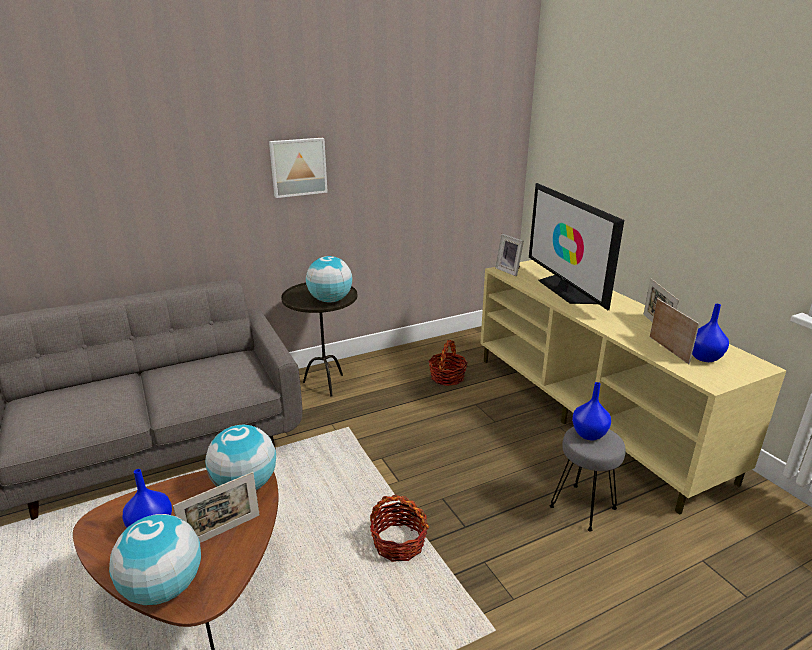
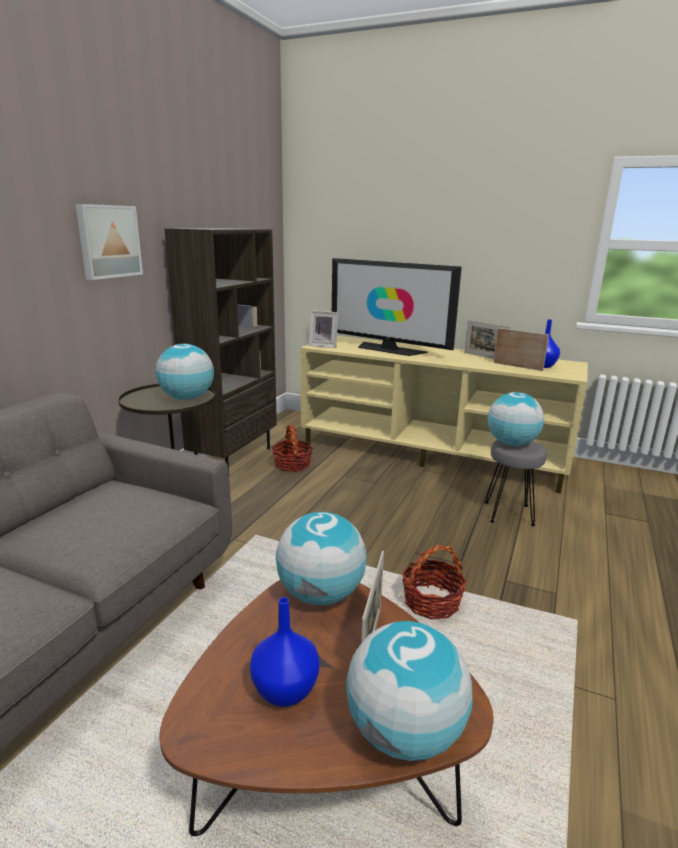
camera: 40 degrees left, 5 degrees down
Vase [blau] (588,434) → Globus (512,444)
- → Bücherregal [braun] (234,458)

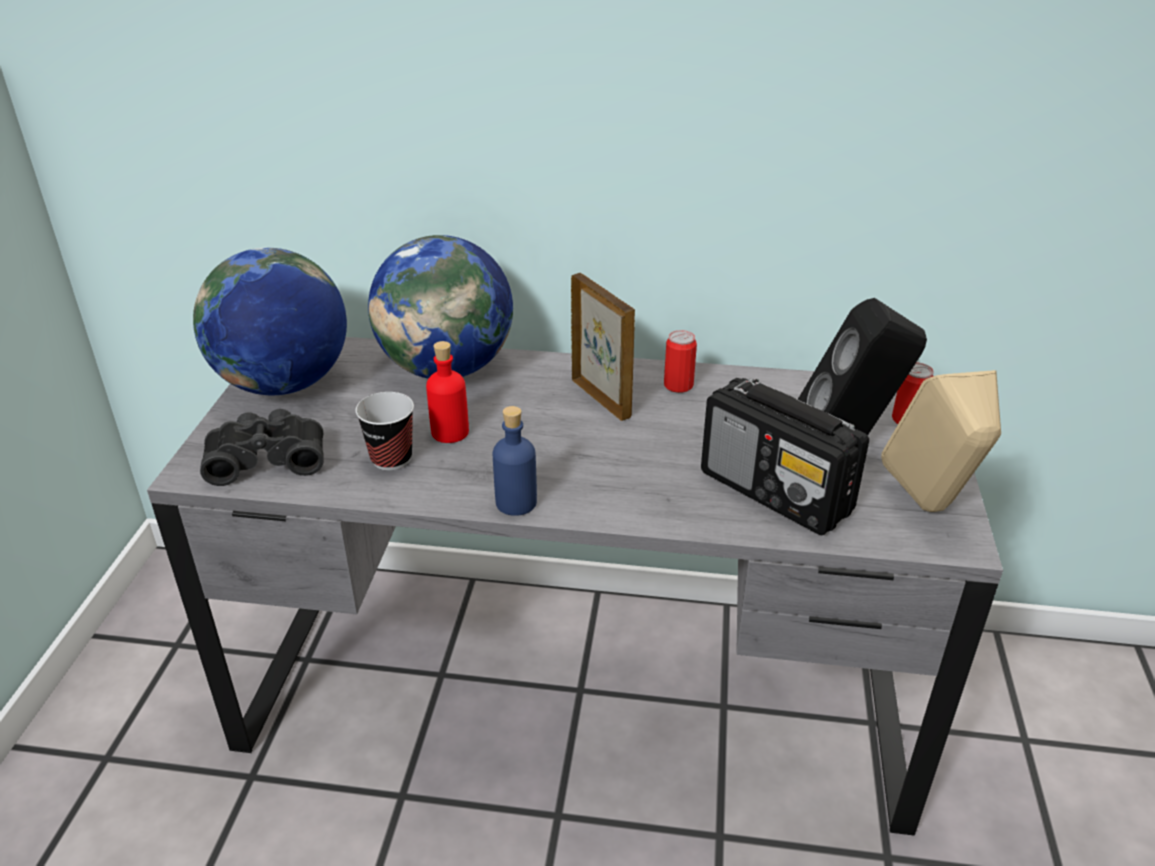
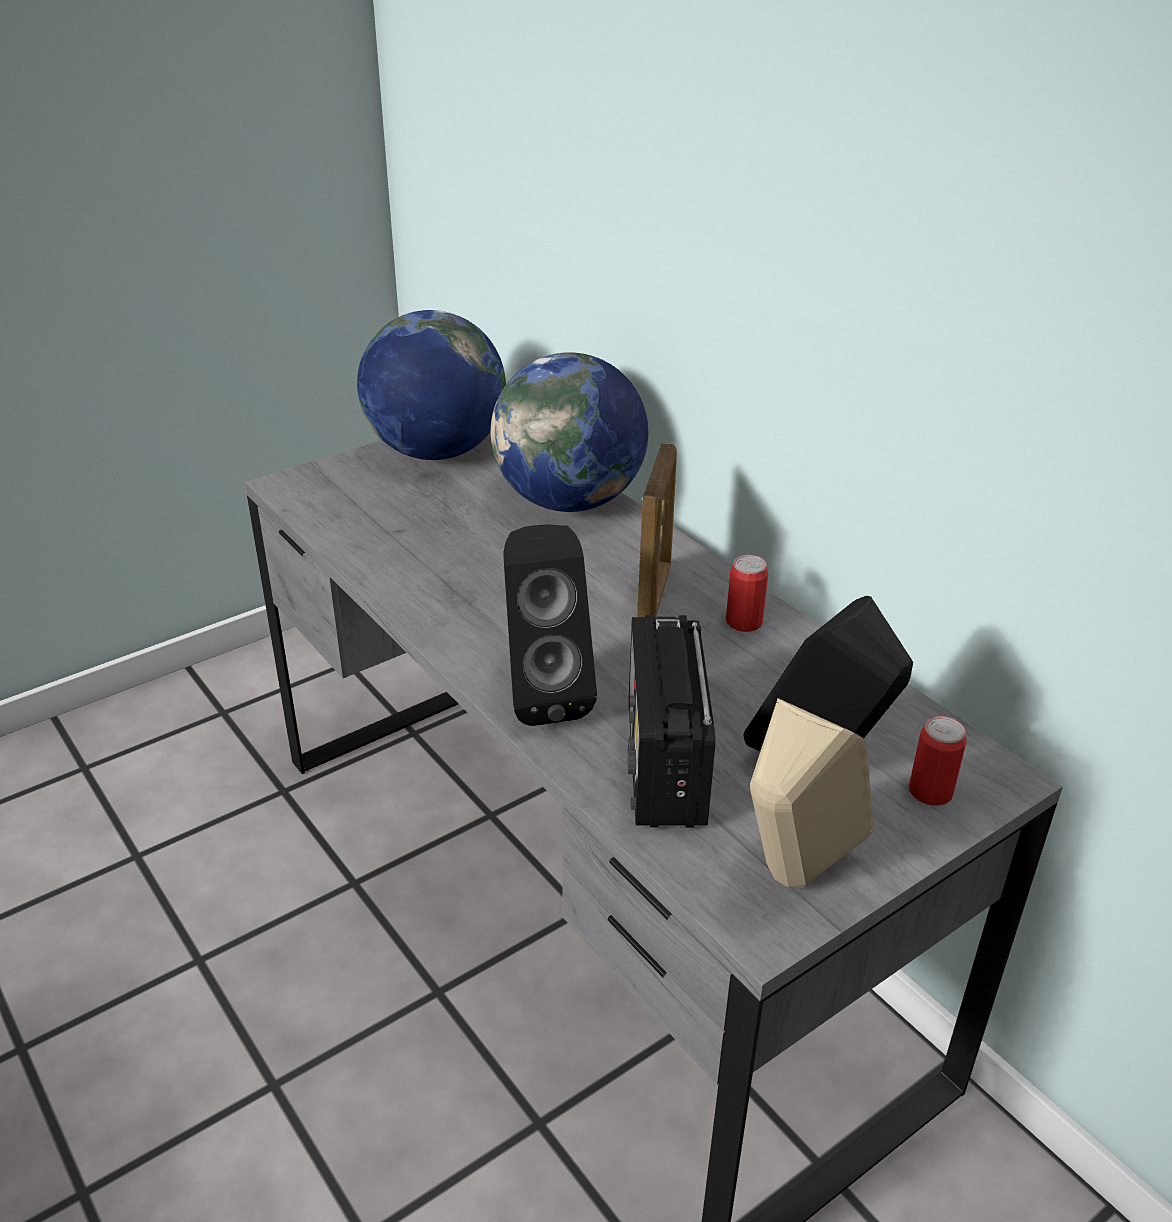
camera: 45 degrees right, 0 degrees up
Flasche [rot] (450,432) → -
Tasse (391,459) → -
Flasche [blau] (516,502) → -
Fernglas [schwarz] (267,458) → -
- → Lautsprecher [schwarz] (543,694)

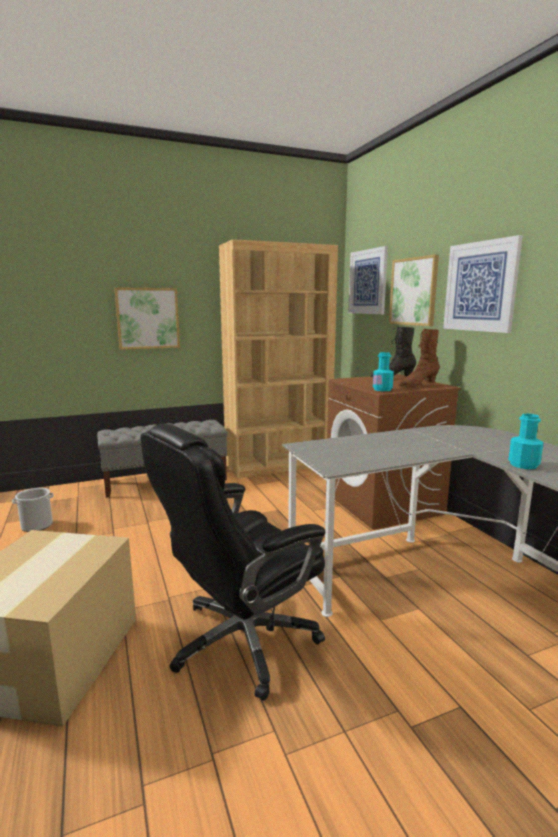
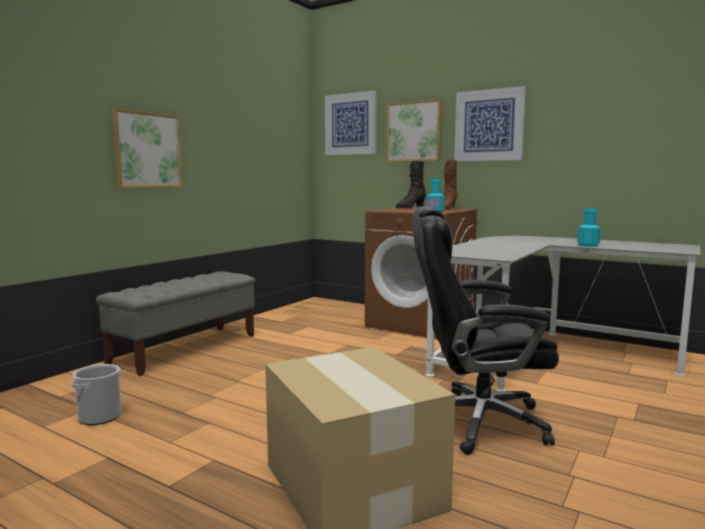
camera: 35 degrees left, 5 degrees down
Bücherregal [braun] (278,464) → -
Bürostuhl [schwarz] (241,641) → Bürostuhl [schwarz] (476,421), 75 degrees clockwise

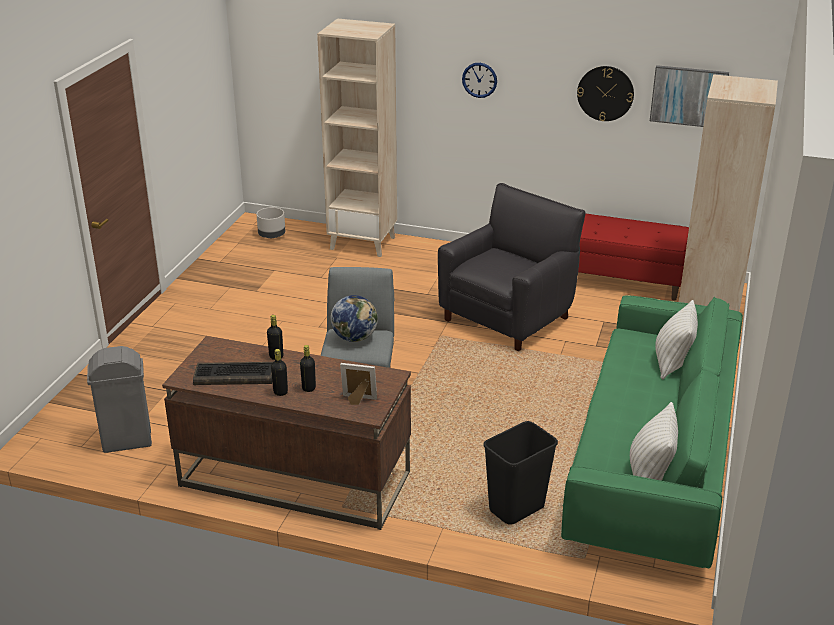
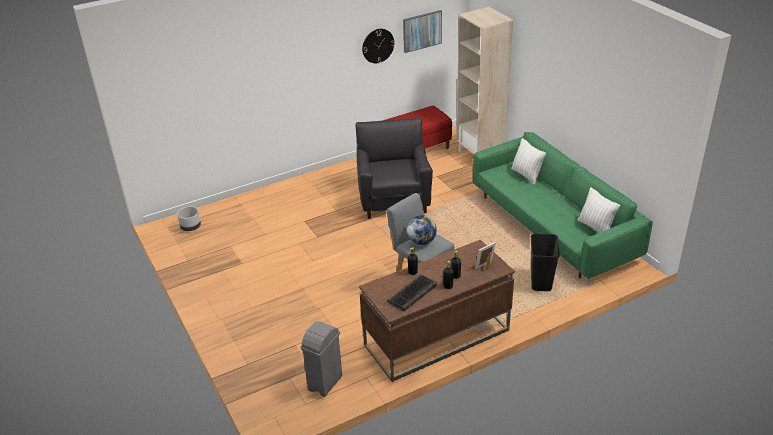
camera: 45 degrees left, 5 degrees up
Bücherregal [beige] (363,243) → -
Wanduhr (479,80) → -

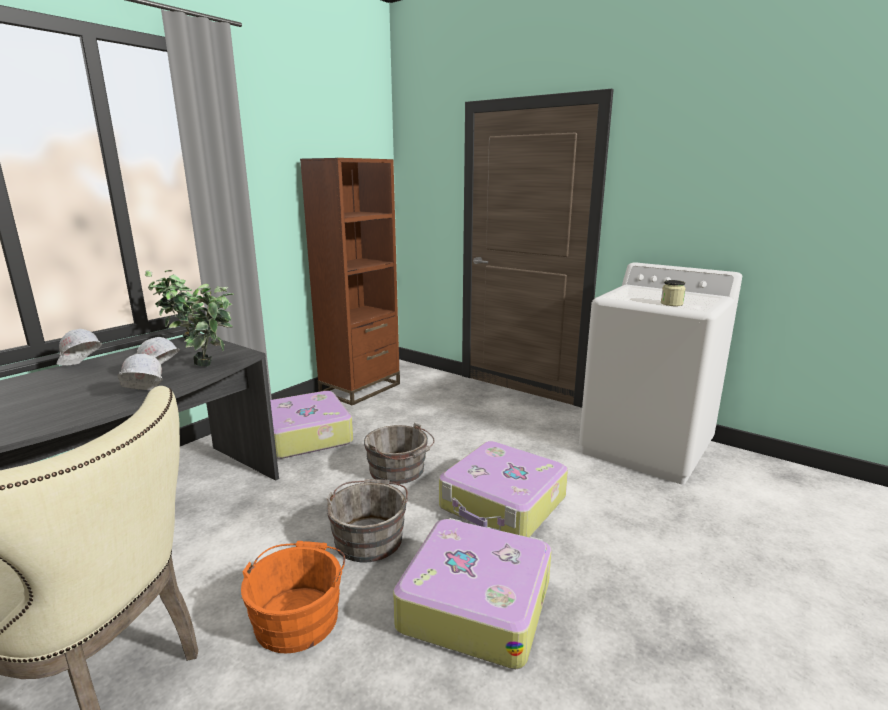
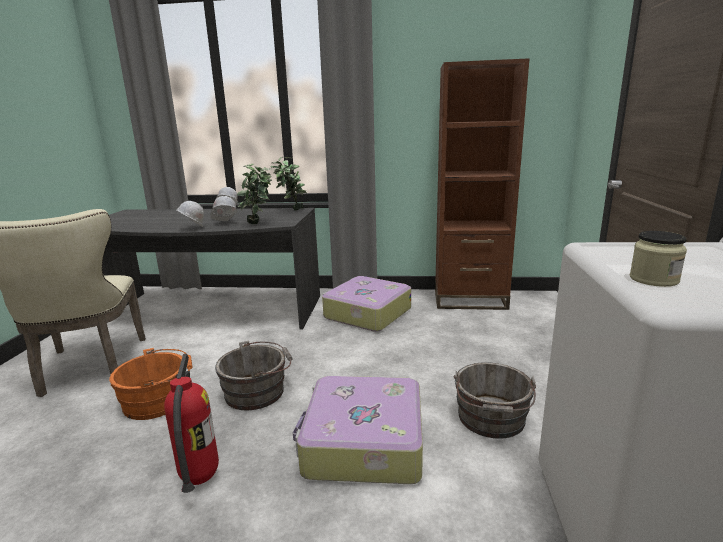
camera: 60 degrees right, 0 degrees up
Eimer [grau] (399,471) → Eimer [grau] (491,420), moved
Koffer (475,603) → Feuerlöscher (199,478)

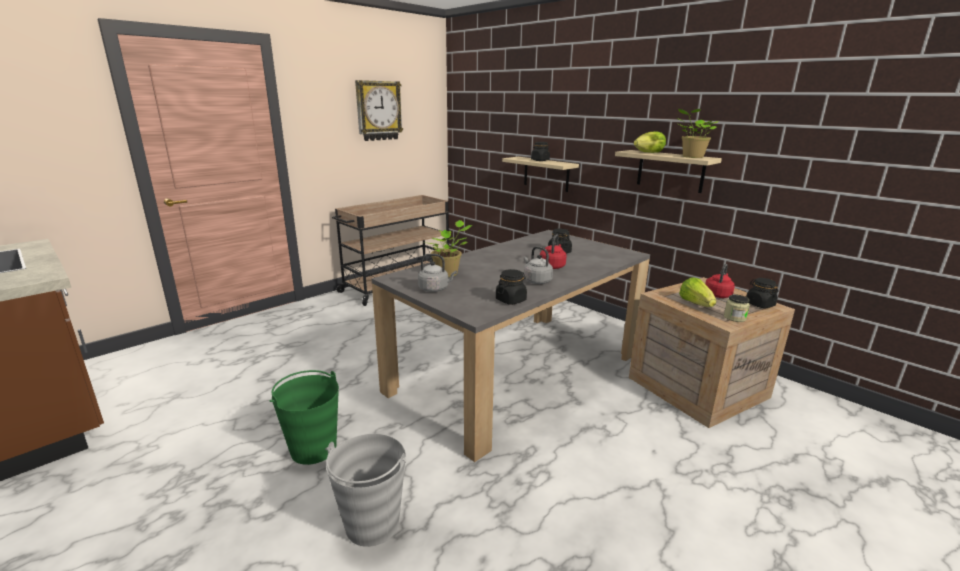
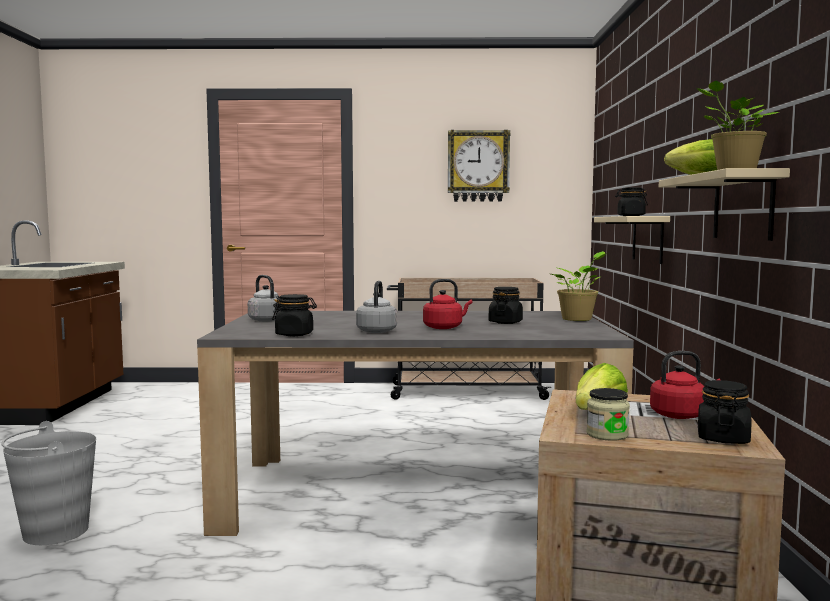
camera: 45 degrees right, 15 degrees down
Topfpflanze (448,273) → Topfpflanze (579,319), moved
Eimer [grün] (313,448) → -

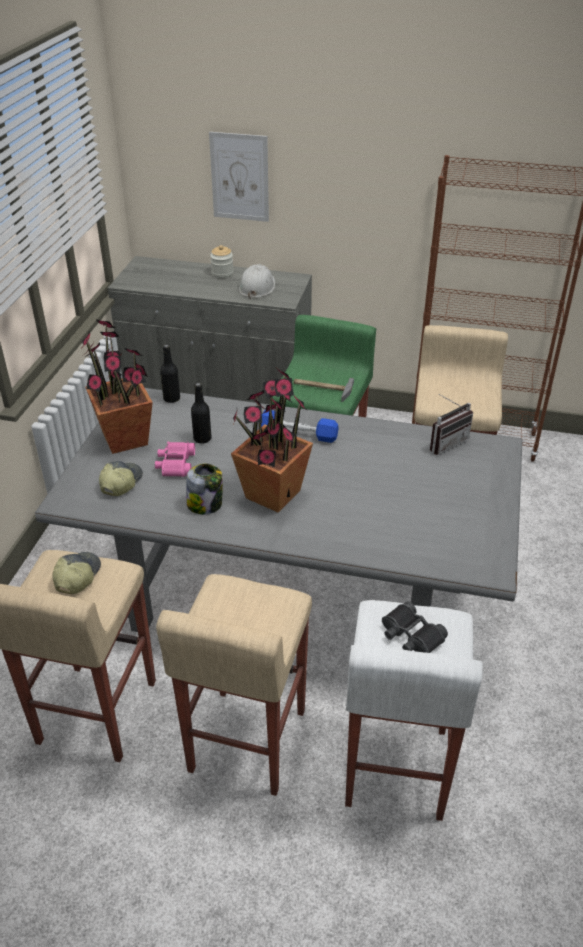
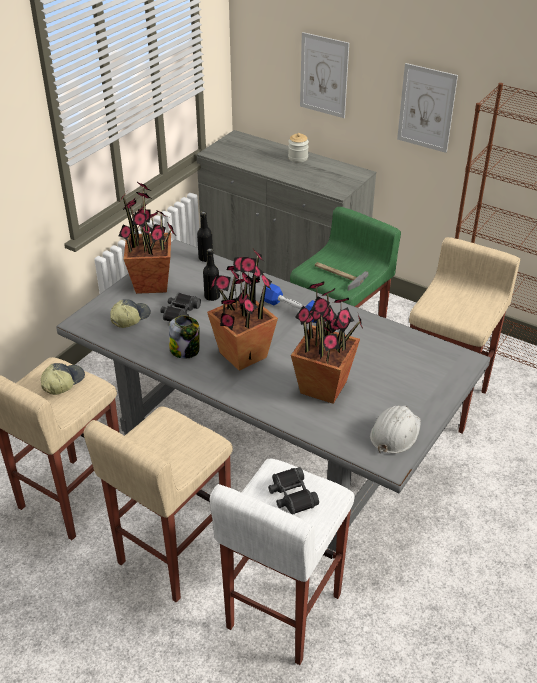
camera: 20 degrees right, 0 degrees up
Schutzhelm [weiß] (257,287) → Schutzhelm [weiß] (395,433), moved
Radio (445,442) → -
Fernglas [rosa] (175,464) → Fernglas [schwarz] (179,313)
- → Bild (426,108)
- → Topfpflanze (324,387)

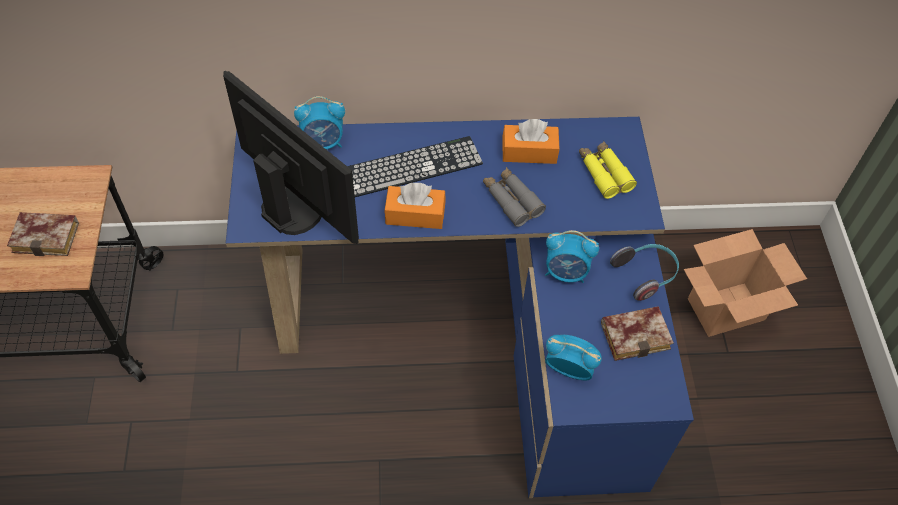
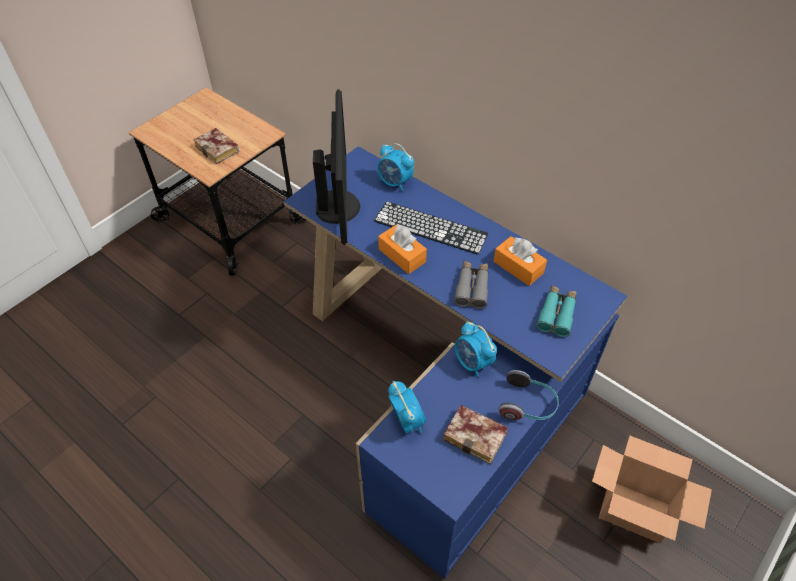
camera: 45 degrees right, 5 degrees down
Fernglas [gelb] (604,173) → Fernglas [türkis] (557,314)

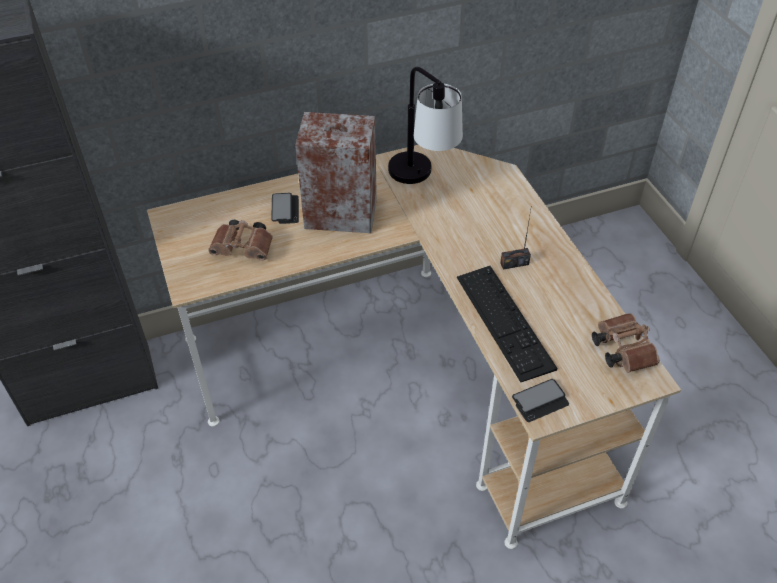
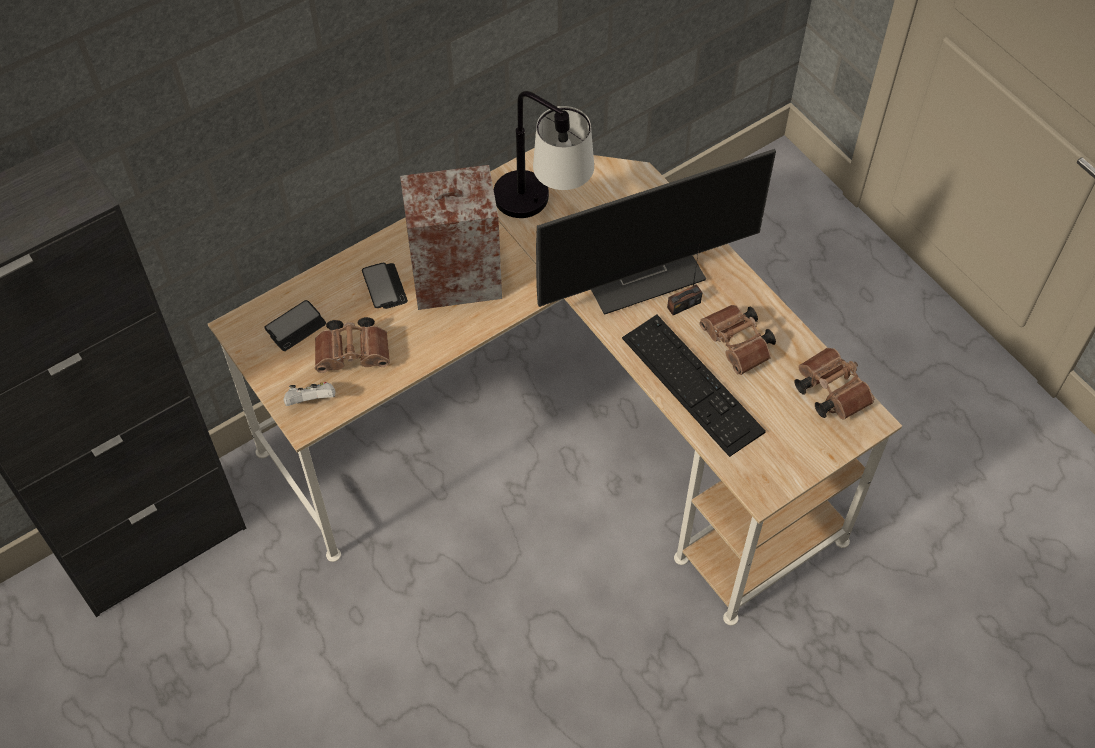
camera: 15 degrees left, 10 degrees up
Handy (540,401) → Handy (295,326), moved
- → Monitor (642,271)
- → Fernglas [braun] (738,346)
- → Gamepad [weiß] (311,401)

